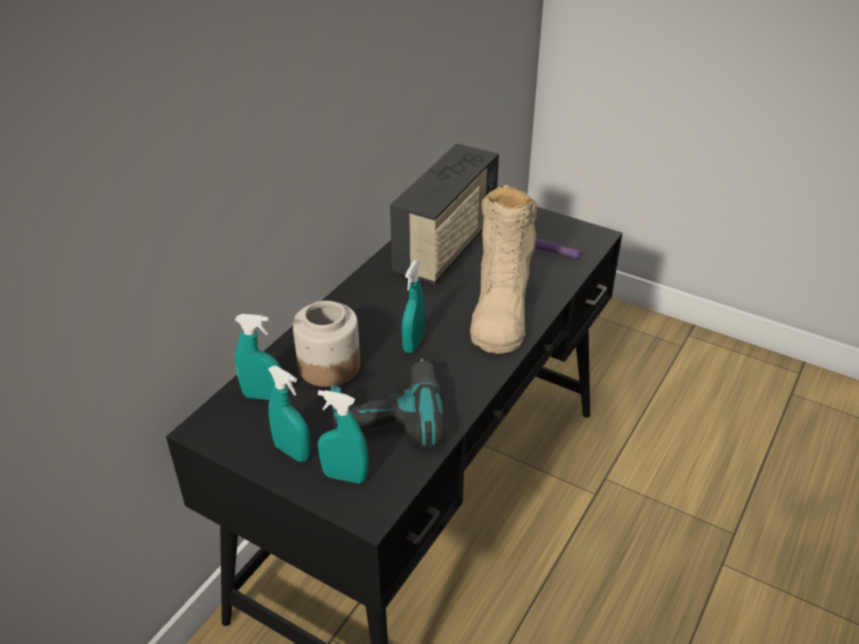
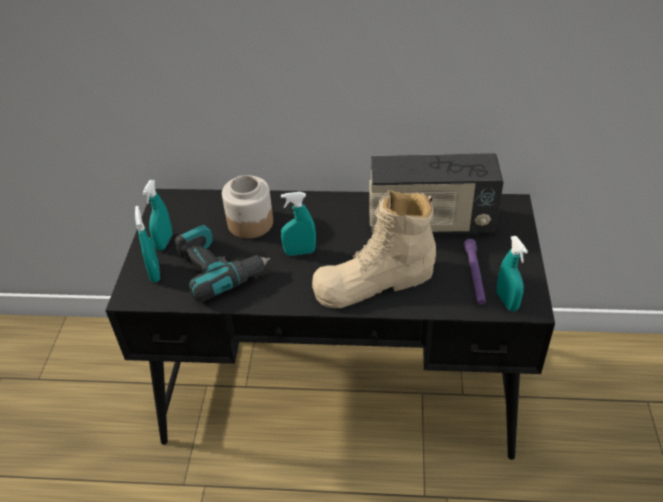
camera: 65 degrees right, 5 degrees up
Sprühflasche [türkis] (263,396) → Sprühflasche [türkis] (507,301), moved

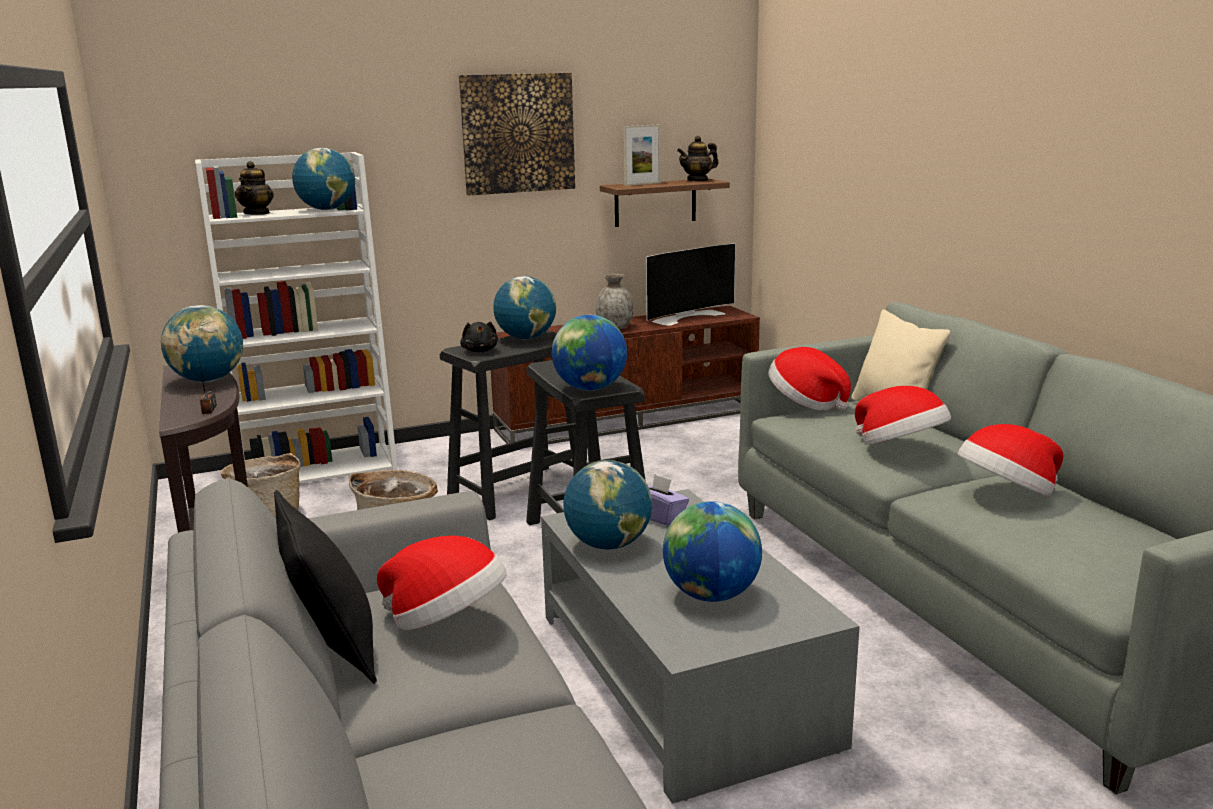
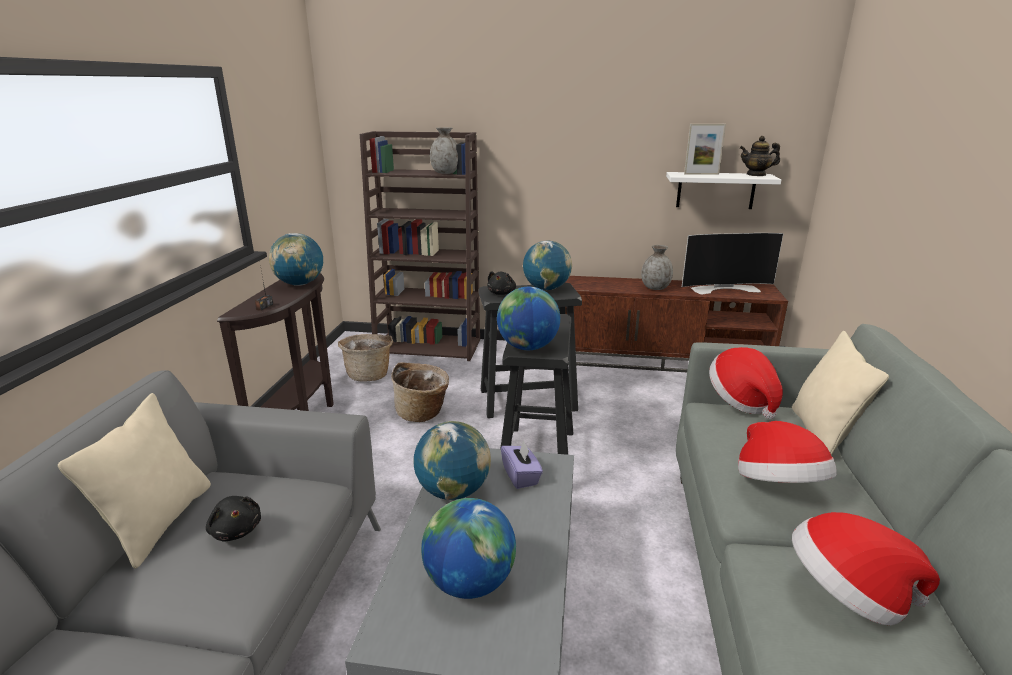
camera: 30 degrees right, 5 degrees up
Bild (517,133) → -
Globus (327,210) → Vase [grau] (446,173)
Bücherregal [weiß] (320,469) → Bücherregal [braun] (429,347)
Teekanne (257,213) → -
Wandregal [braun] (655,202) → Wandregal [weiß] (715,190)
Kissen [schwarz] (334,649) → Kissen [beige] (159,522)
Hut (447,621) → Plüschtier [schwarz] (236,530)

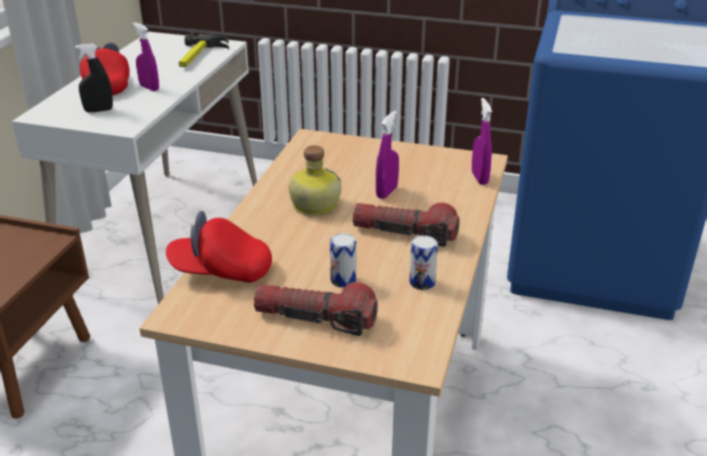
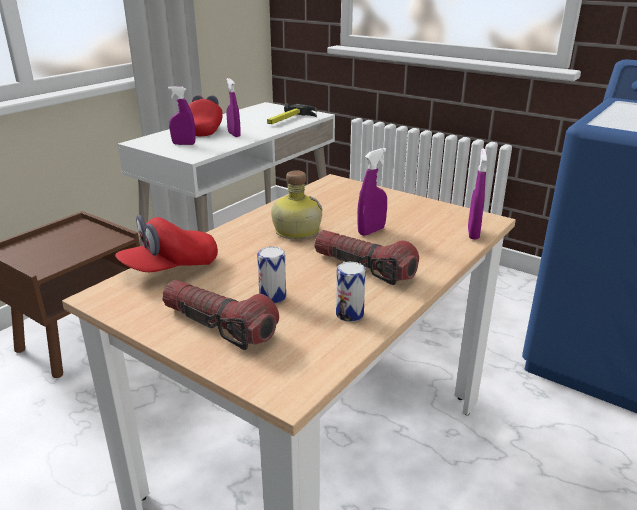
camera: 20 degrees right, 5 degrees down
Sprühflasche [schwarz] (99,110) → Sprühflasche [lila] (184,144)
Kappe [rot] (221,271) → Kappe [rot] (170,268), 60 degrees counterclockwise

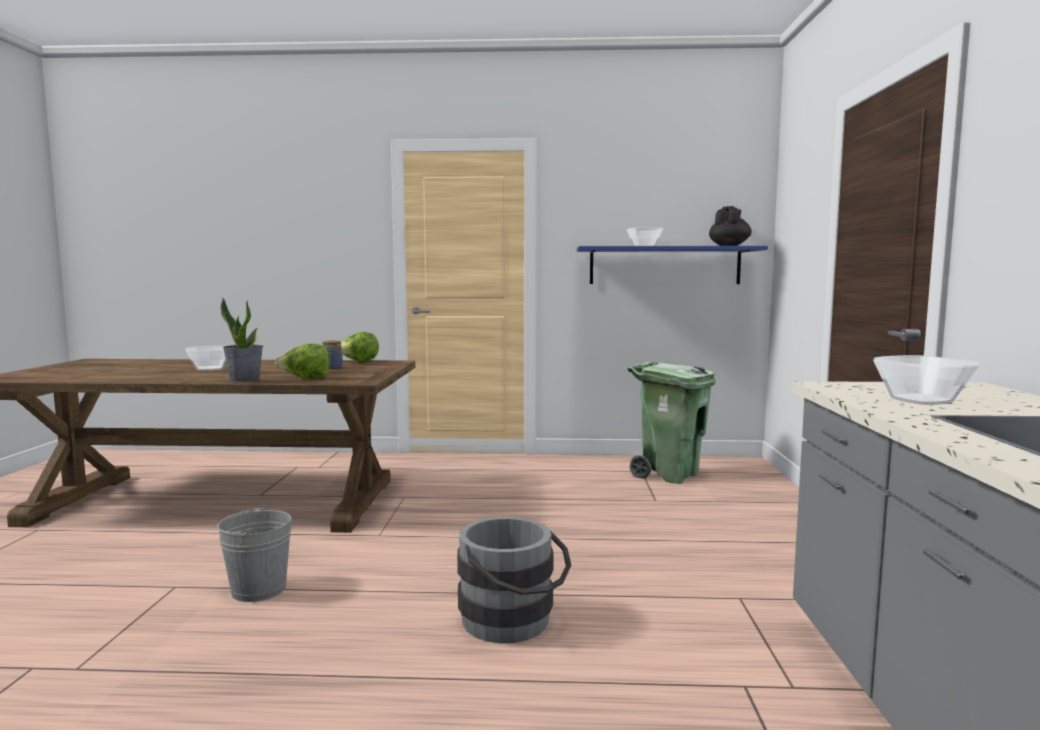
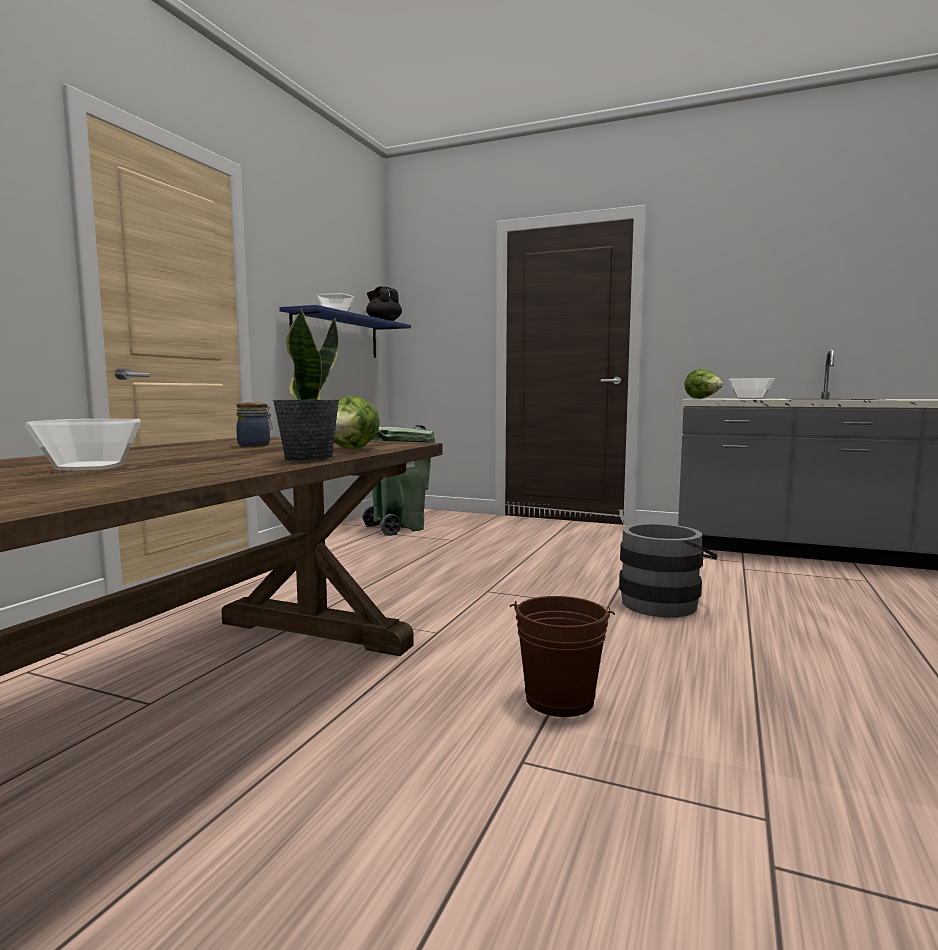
camera: 70 degrees left, 0 degrees up
Salatkopf (358,361) → Salatkopf (703,398), moved
Eimer [grau] (259,589) → Eimer [braun] (559,699)

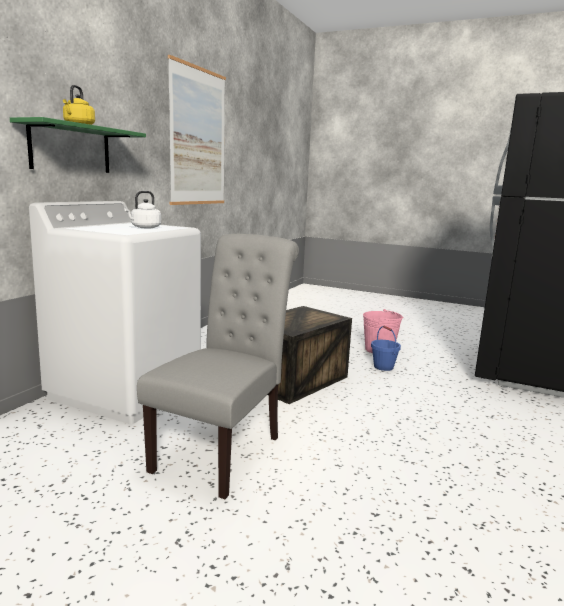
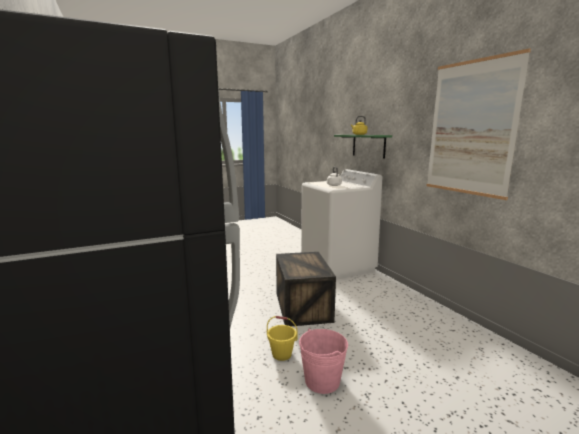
camera: 130 degrees right, 0 degrees up
Stuhl [grau] (223,450) → -
Eimer [blau] (383,367) → Eimer [gelb] (282,354)

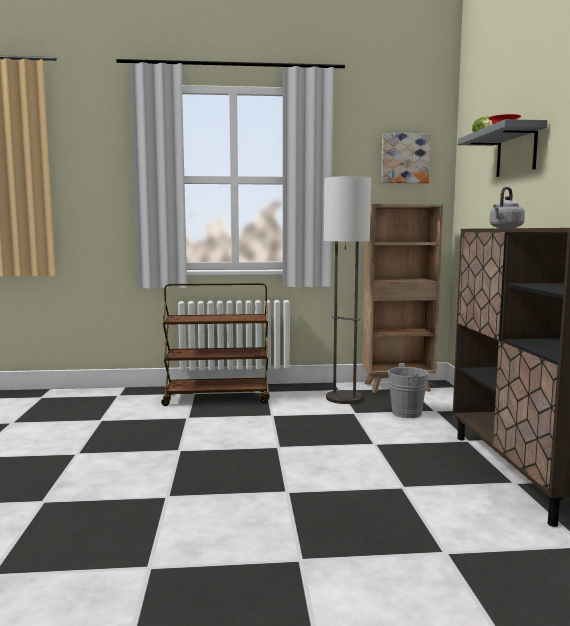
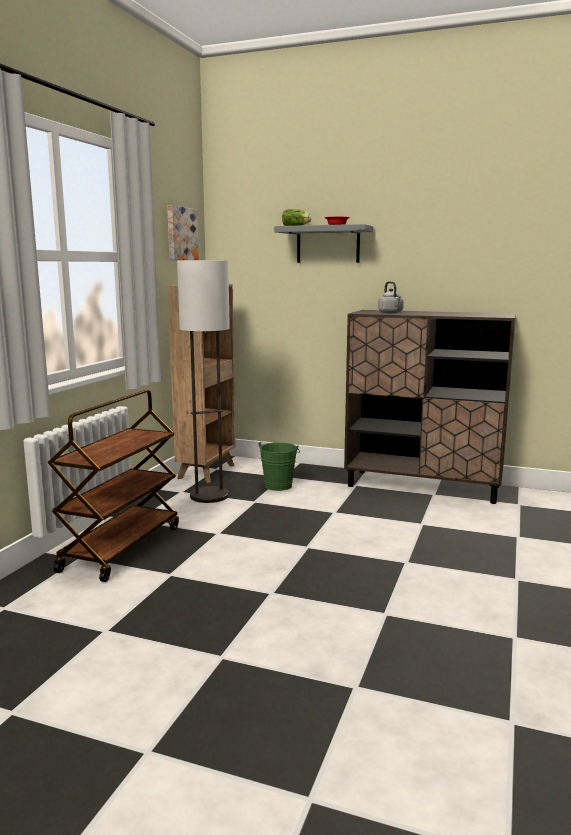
camera: 65 degrees left, 5 degrees up
Eimer [grau] (410,413) → Eimer [grün] (279,485)

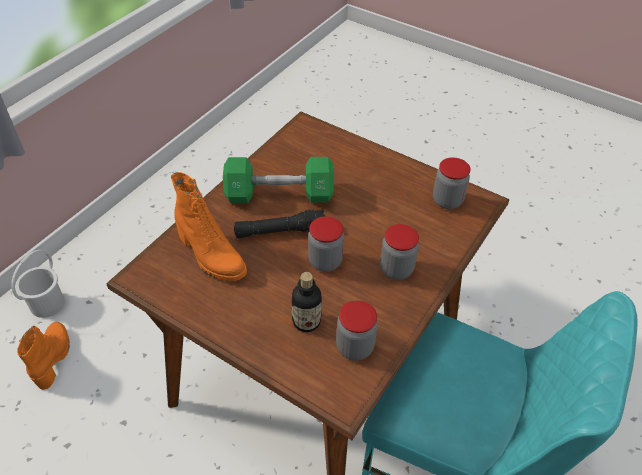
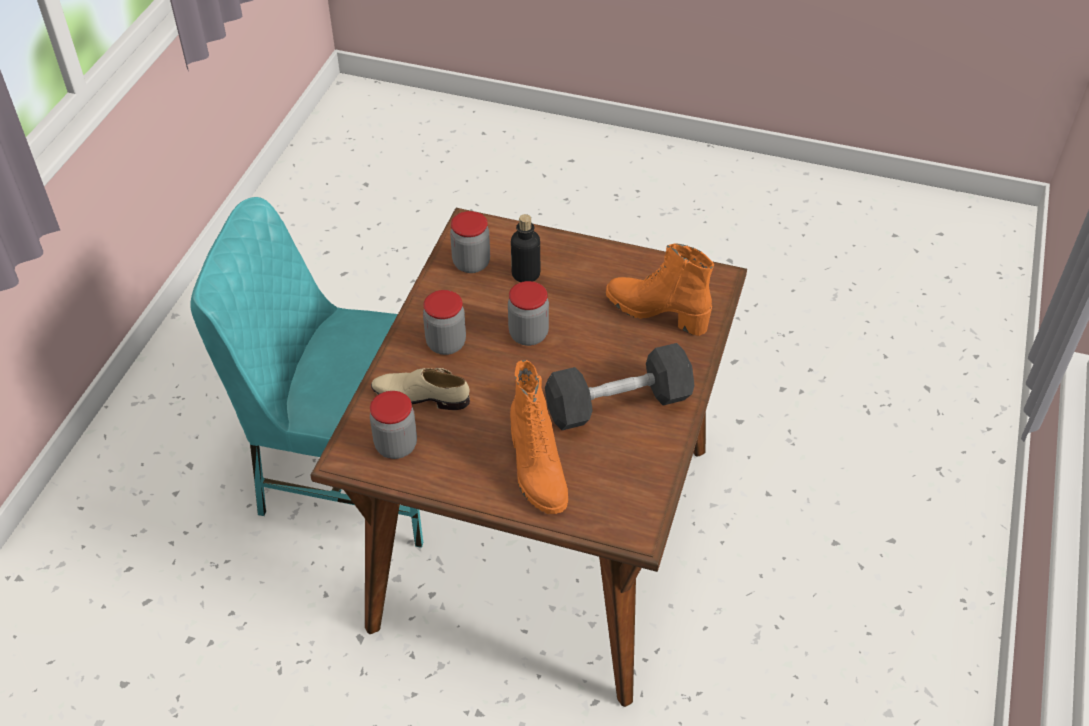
camera: 165 degrees right, 0 degrees up
Hantel [grün] (279,194) → Hantel [schwarz] (618,404)
Taschenlampe [schwarz] (280,231) → -
Eimer [weiß] (46,304) → -
Stiefel [orange] (53,358) → Stiefel [orange] (536,471), moved
- → Schuh [beige] (421,396)

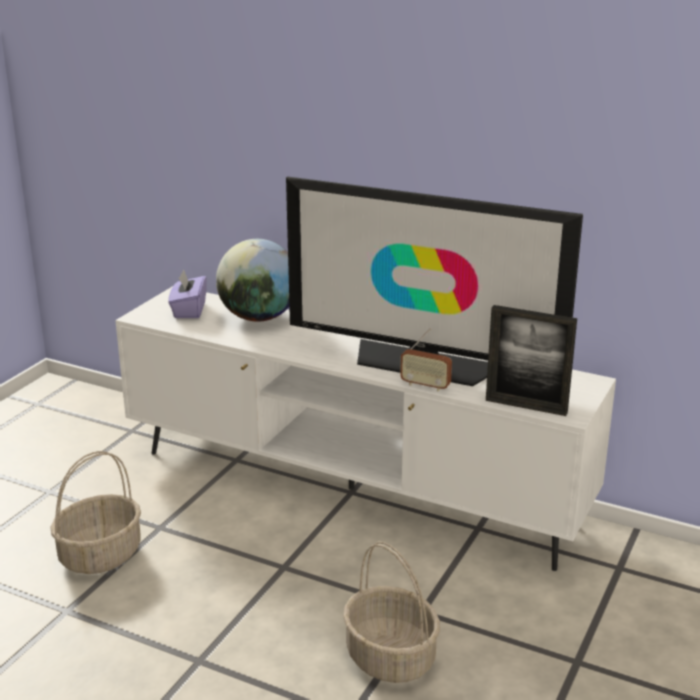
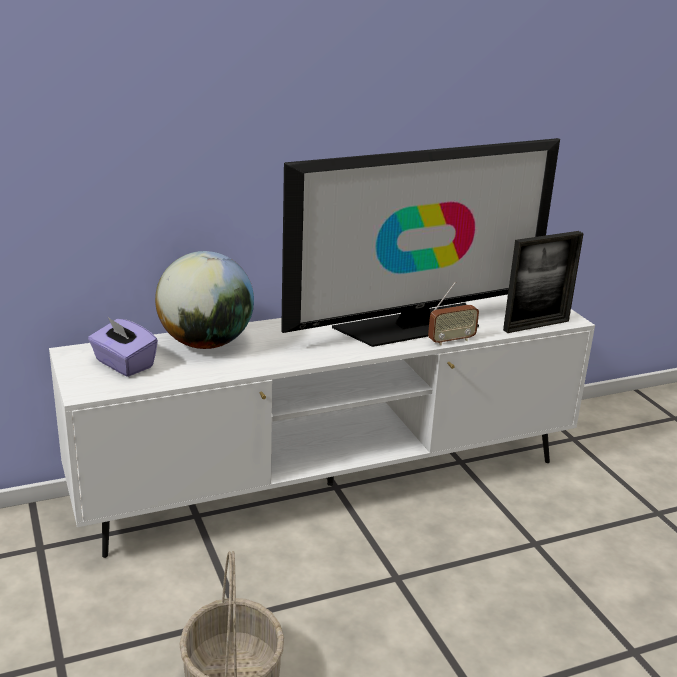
camera: 50 degrees left, 0 degrees up
Korb (391,658) → -

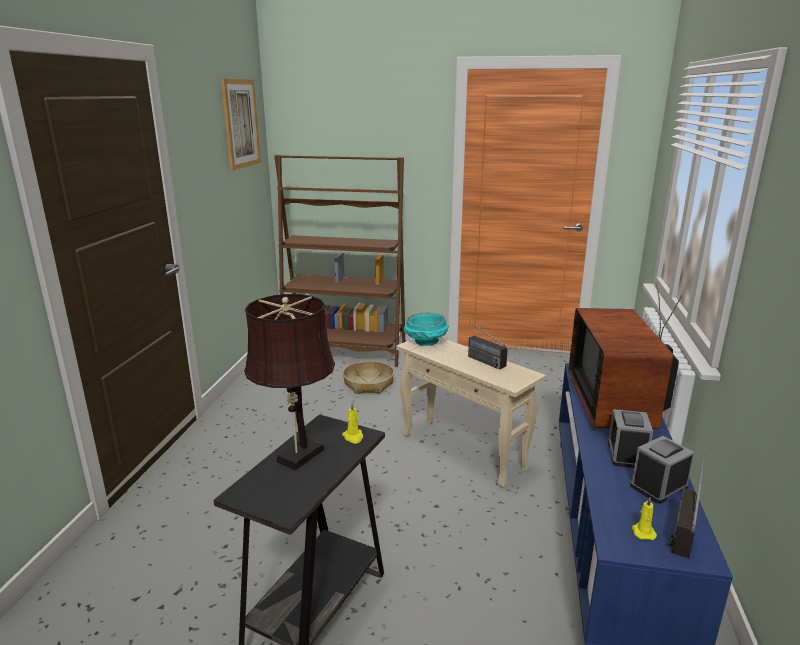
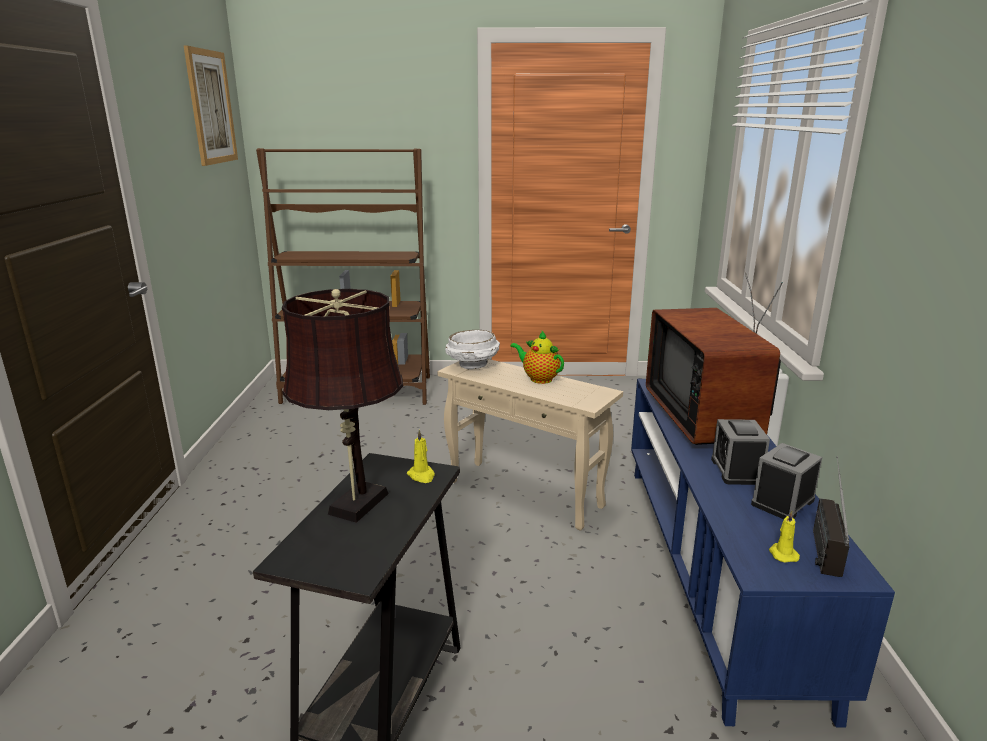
camera: 10 degrees left, 0 degrees up
Schüssel [türkis] (426,342) → Schüssel [weiß] (473,365)
Radio (477,358) → Teekanne (538,378)
Korb (368,384) → -

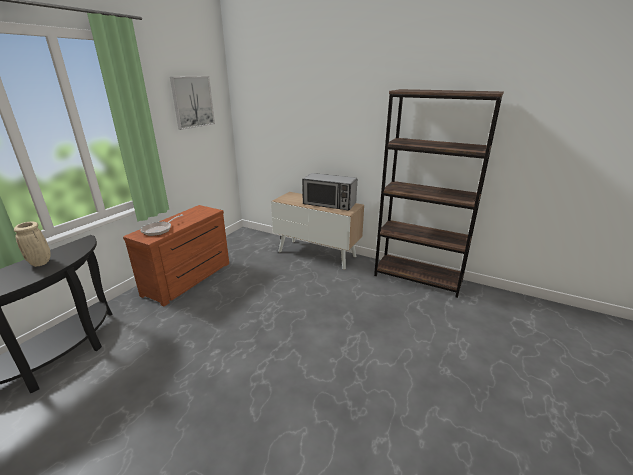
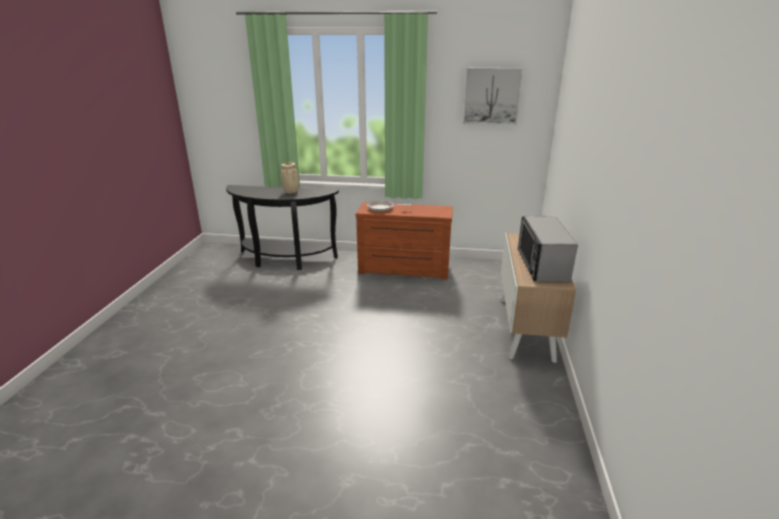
camera: 70 degrees right, 0 degrees up
Bücherregal [braun] (418,278) → -

